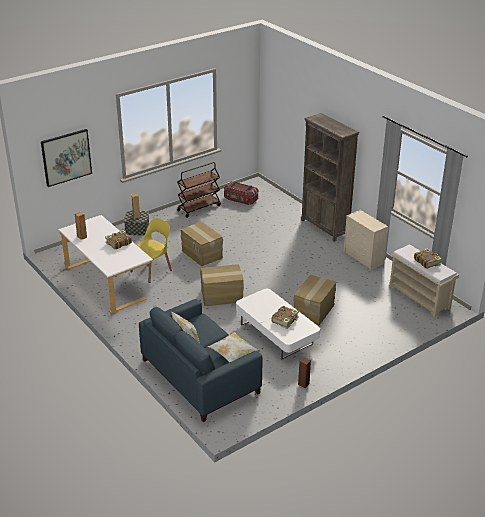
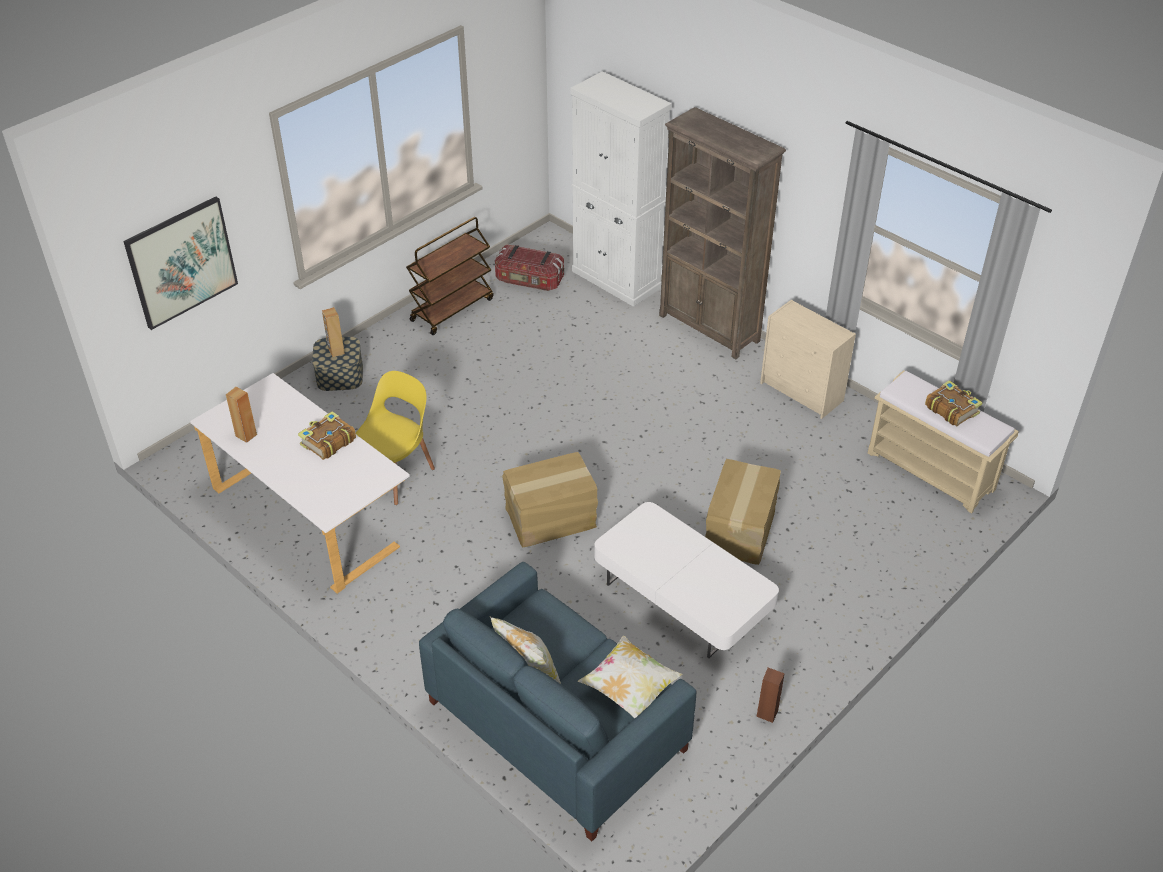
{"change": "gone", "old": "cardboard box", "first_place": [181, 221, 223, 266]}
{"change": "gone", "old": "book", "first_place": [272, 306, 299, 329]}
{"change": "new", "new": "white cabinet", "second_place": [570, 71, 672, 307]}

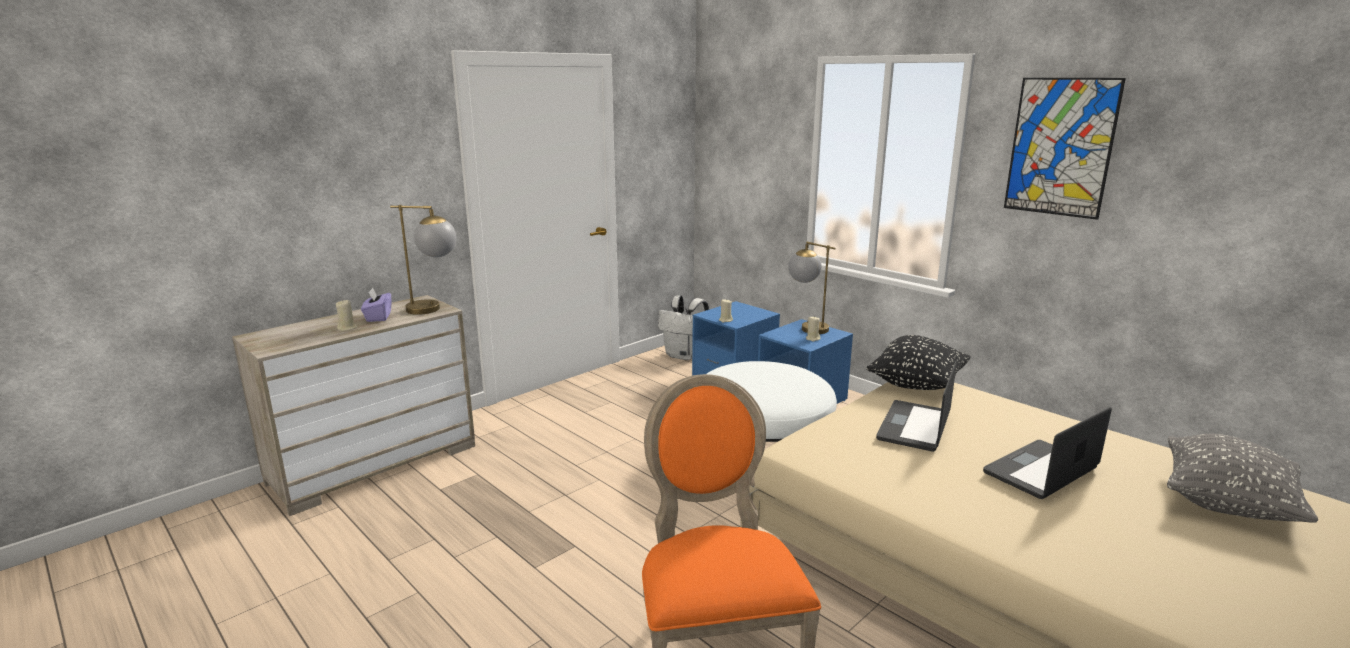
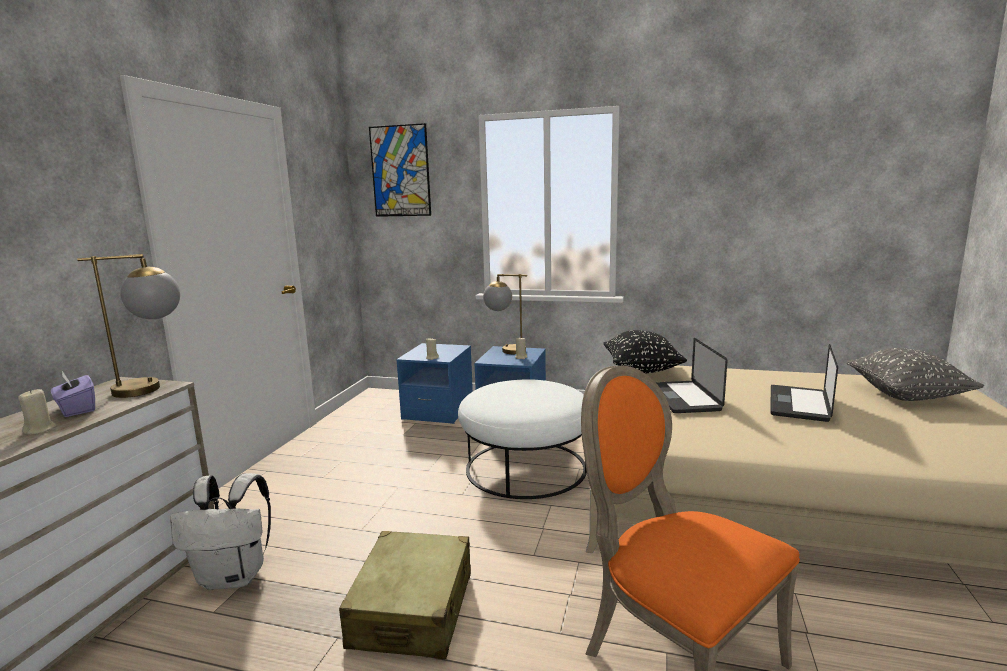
{"change": "shifted", "old": "picture", "first_place": [1004, 78, 1126, 220], "second_place": [369, 123, 431, 217]}
{"change": "shifted", "old": "white backpack", "first_place": [658, 295, 709, 360], "second_place": [170, 473, 271, 590]}
{"change": "new", "new": "beige suitcase", "second_place": [339, 531, 471, 659]}

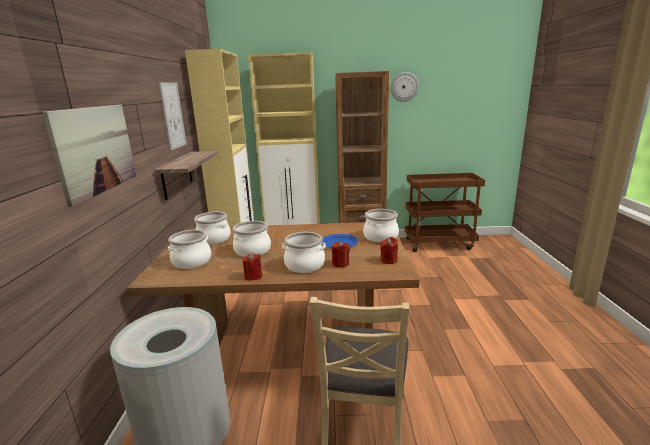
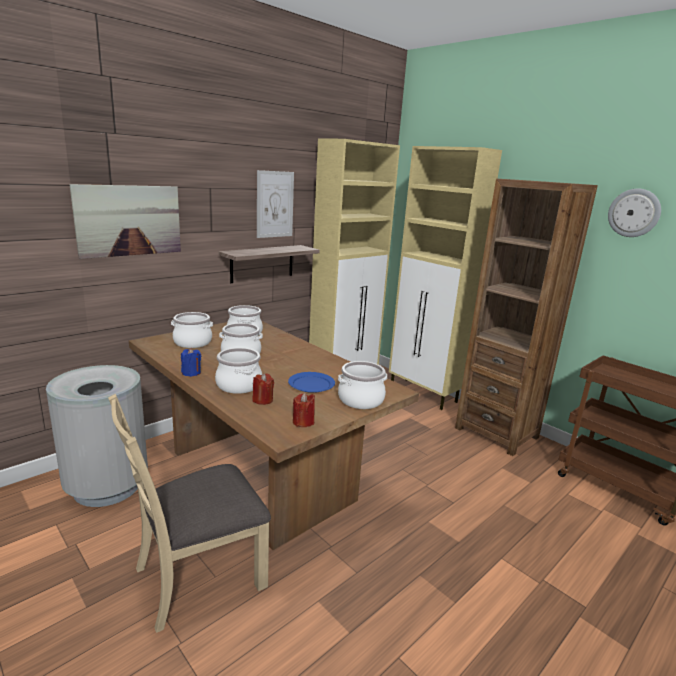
{"change": "repainted", "old": "red candle", "new": "blue candle", "first_place": [242, 252, 262, 281], "second_place": [181, 348, 201, 377]}

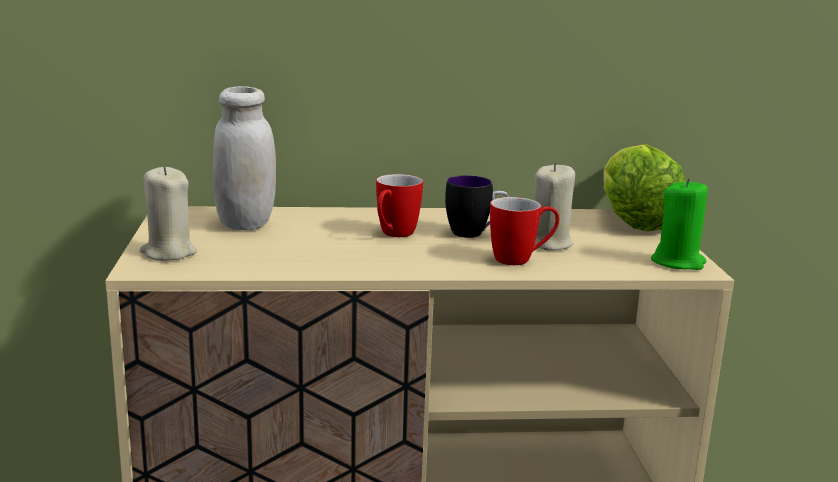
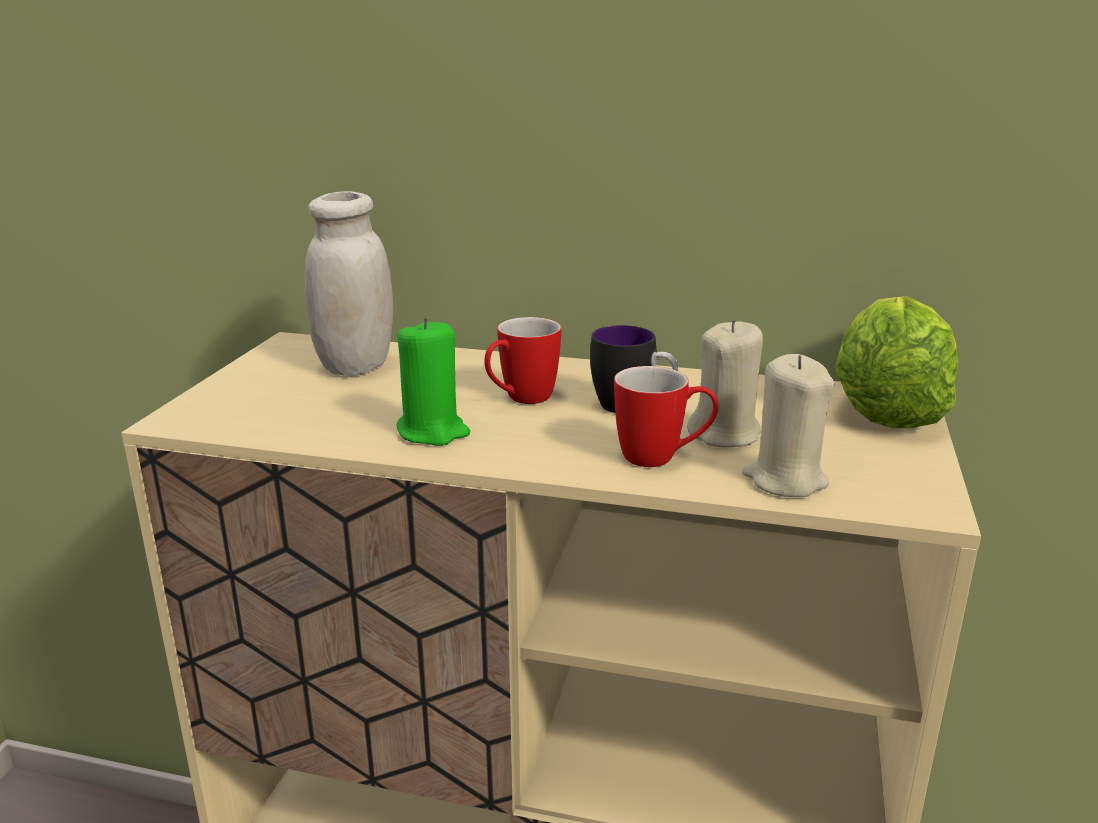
{"change": "shifted", "old": "beige candle", "first_place": [140, 166, 197, 261], "second_place": [742, 354, 834, 497]}
{"change": "shifted", "old": "green candle", "first_place": [651, 178, 708, 270], "second_place": [396, 318, 470, 446]}

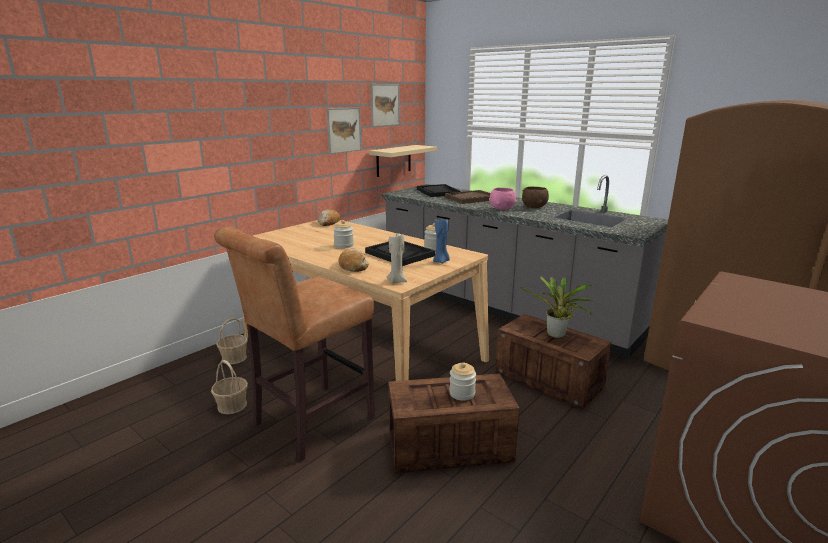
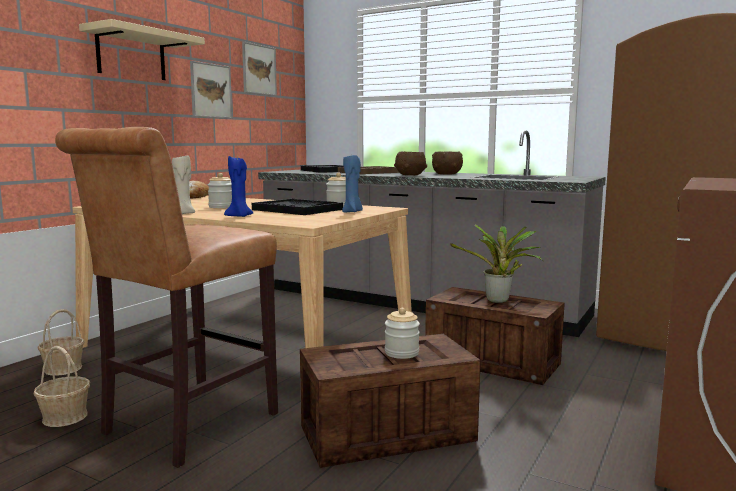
{"change": "shifted", "old": "beige shelf", "first_place": [369, 145, 437, 177], "second_place": [79, 19, 205, 80]}
{"change": "repainted", "old": "pink bowl", "new": "brown bowl", "first_place": [489, 188, 517, 210], "second_place": [394, 151, 427, 176]}
{"change": "shifted", "old": "beige candle", "first_place": [386, 233, 407, 284], "second_place": [172, 156, 195, 214]}
{"change": "swapped", "old": "bread", "new": "blue candle", "first_place": [339, 249, 369, 272], "second_place": [224, 156, 253, 217]}

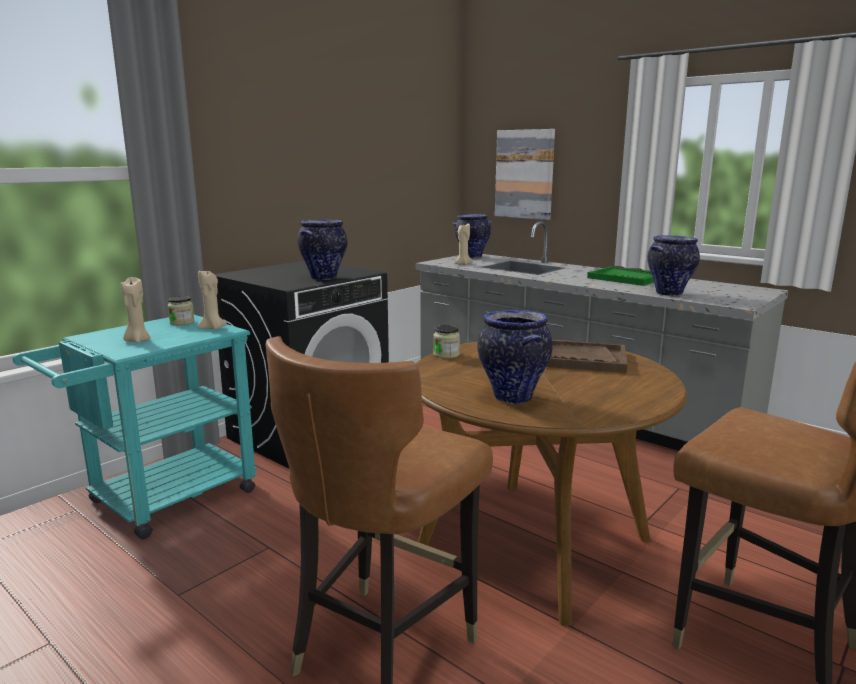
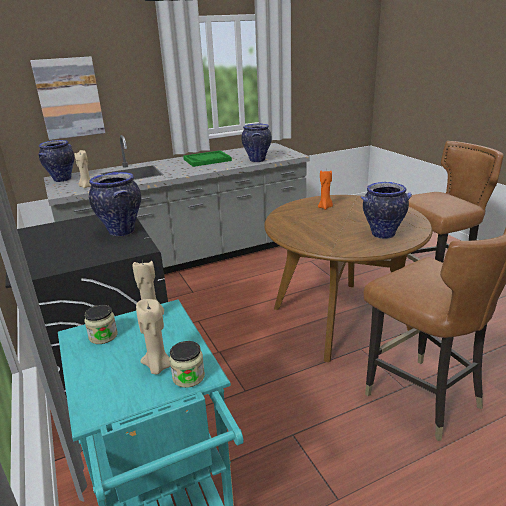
{"change": "shifted", "old": "jar", "first_place": [433, 325, 460, 358], "second_place": [169, 341, 205, 388]}
{"change": "swapped", "old": "brown tray", "new": "orange candle", "first_place": [546, 340, 627, 373], "second_place": [318, 171, 333, 210]}

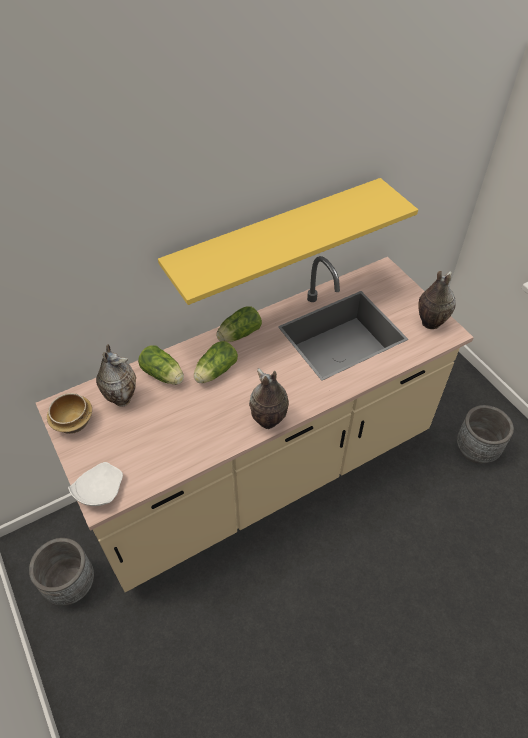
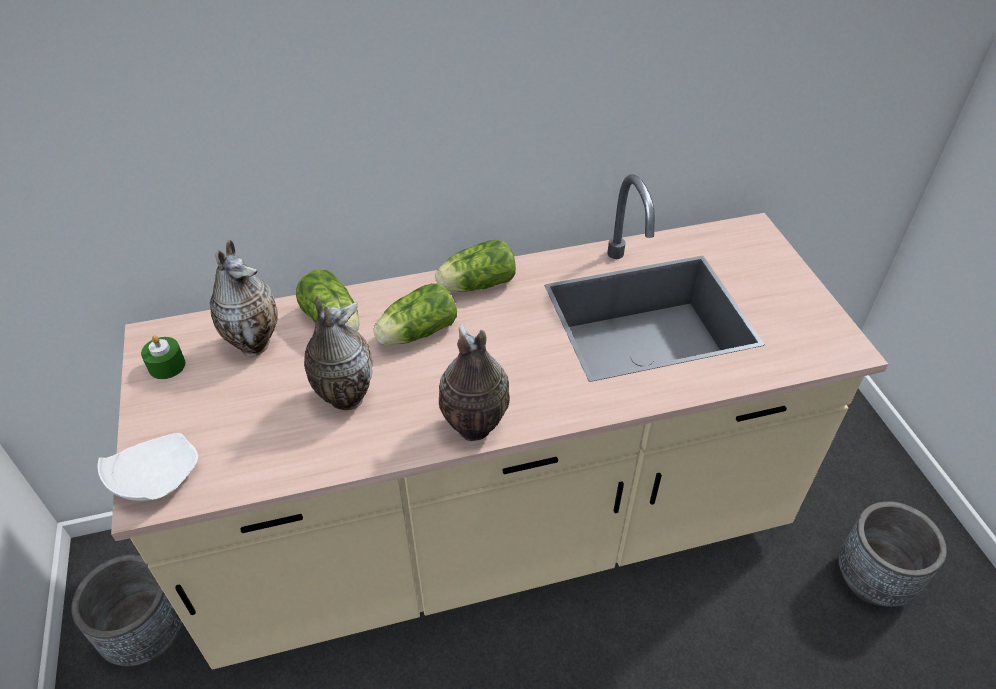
{"change": "gone", "old": "yellow shelf", "first_place": [158, 178, 418, 305]}
{"change": "shifted", "old": "vase", "first_place": [418, 271, 456, 329], "second_place": [304, 296, 372, 410]}
{"change": "swapped", "old": "bowl", "new": "green candle", "first_place": [47, 393, 92, 434], "second_place": [141, 335, 185, 379]}

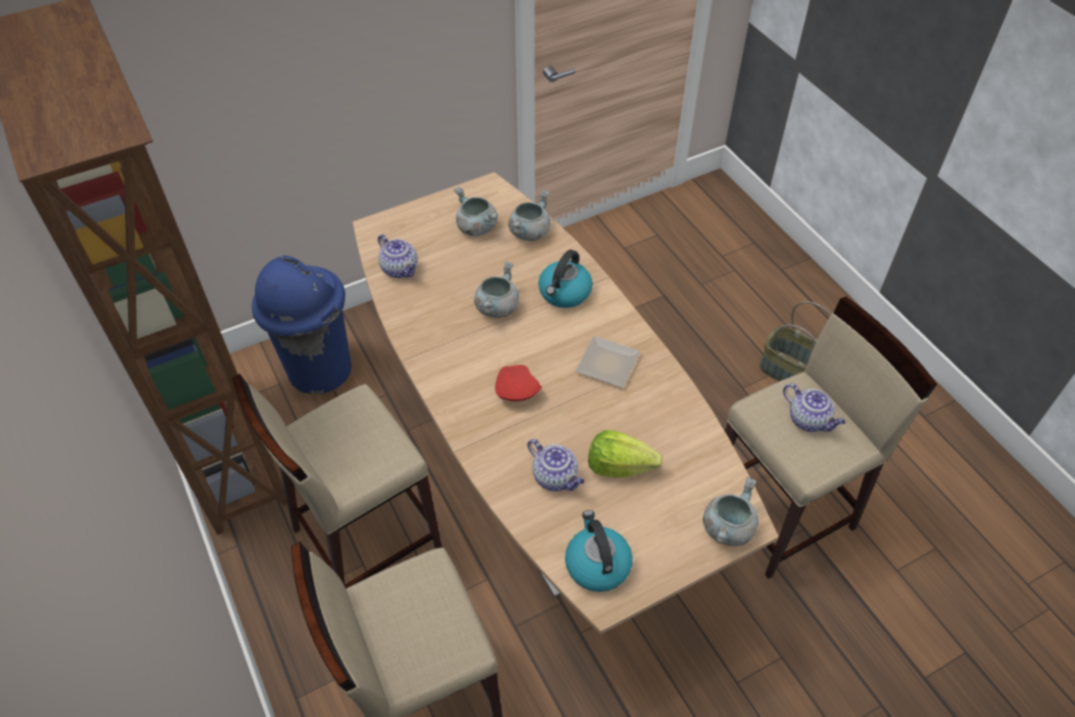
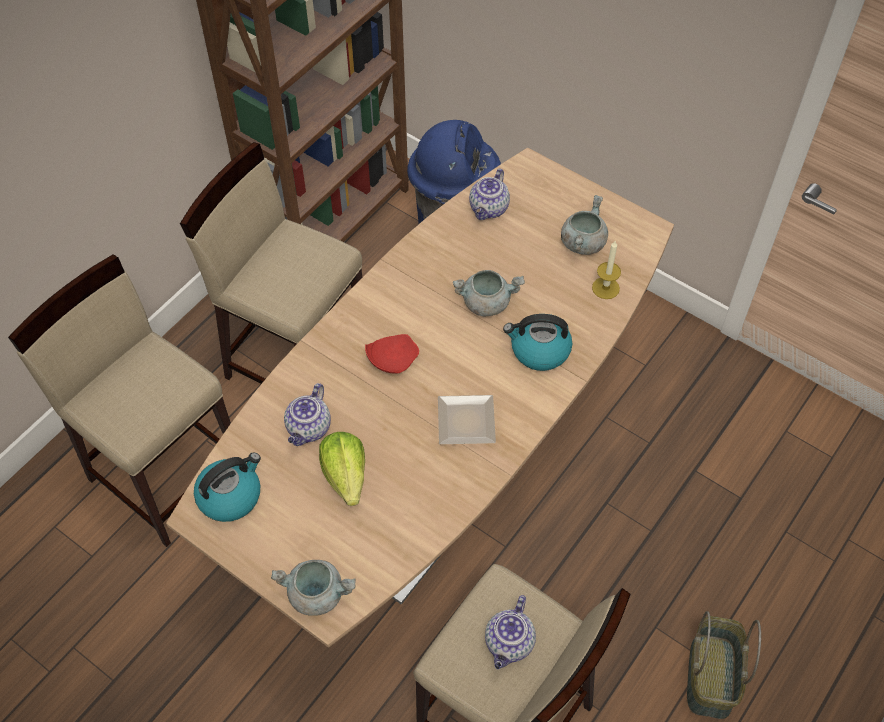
{"change": "swapped", "old": "grey cooking pot", "new": "candle", "first_place": [508, 190, 551, 241], "second_place": [592, 241, 621, 299]}

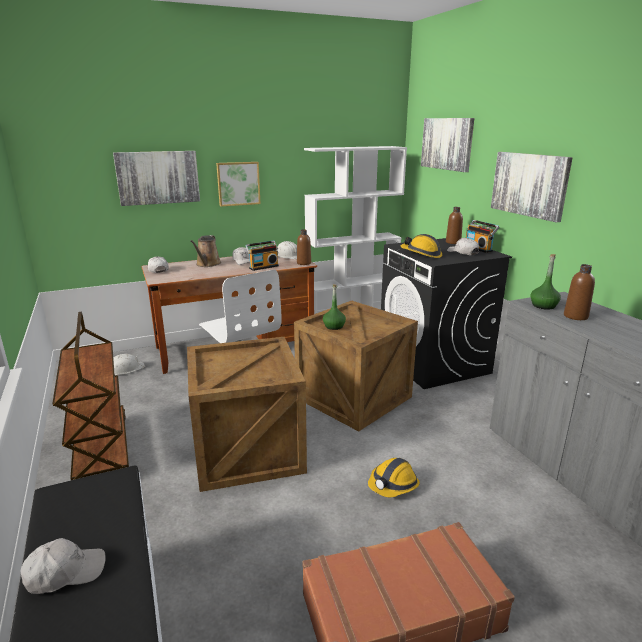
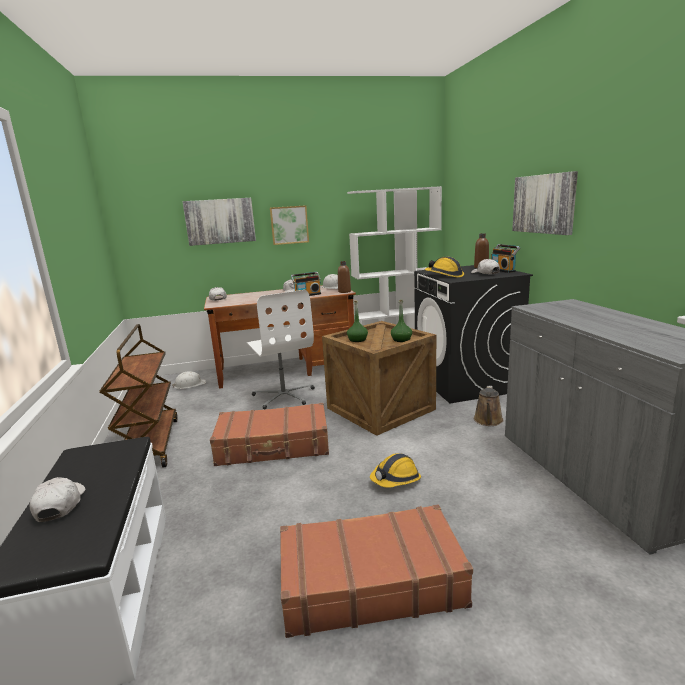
{"change": "gone", "old": "picture", "first_place": [421, 118, 474, 172]}
{"change": "shifted", "old": "brown watering can", "first_place": [190, 235, 221, 267], "second_place": [474, 386, 504, 426]}
{"change": "shifted", "old": "green bottle", "first_place": [530, 254, 561, 310], "second_place": [391, 300, 412, 342]}
{"change": "gone", "old": "brown bottle", "first_place": [564, 264, 595, 320]}
{"change": "swapped", "old": "crate", "new": "brown suitcase", "first_place": [187, 337, 307, 492], "second_place": [210, 403, 329, 466]}
{"change": "rotated", "old": "white cap", "first_place": [21, 538, 106, 594], "second_place": [29, 477, 85, 522], "degrees": -90}

